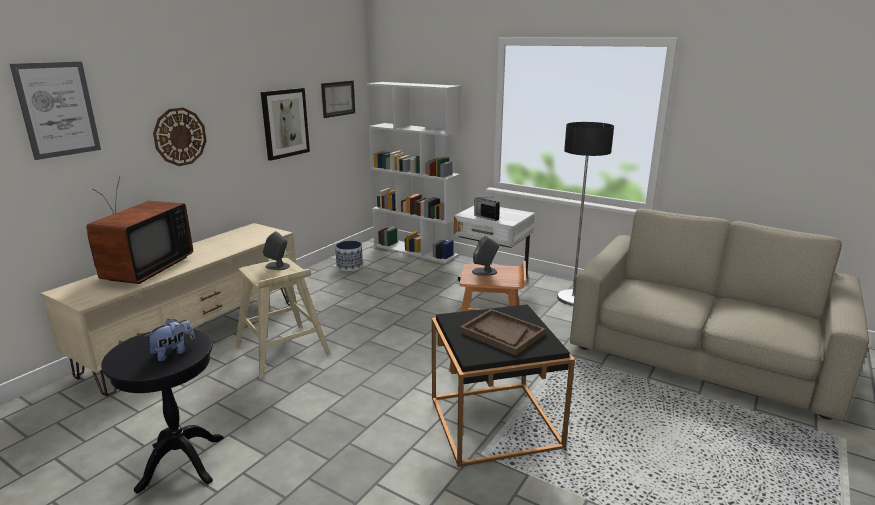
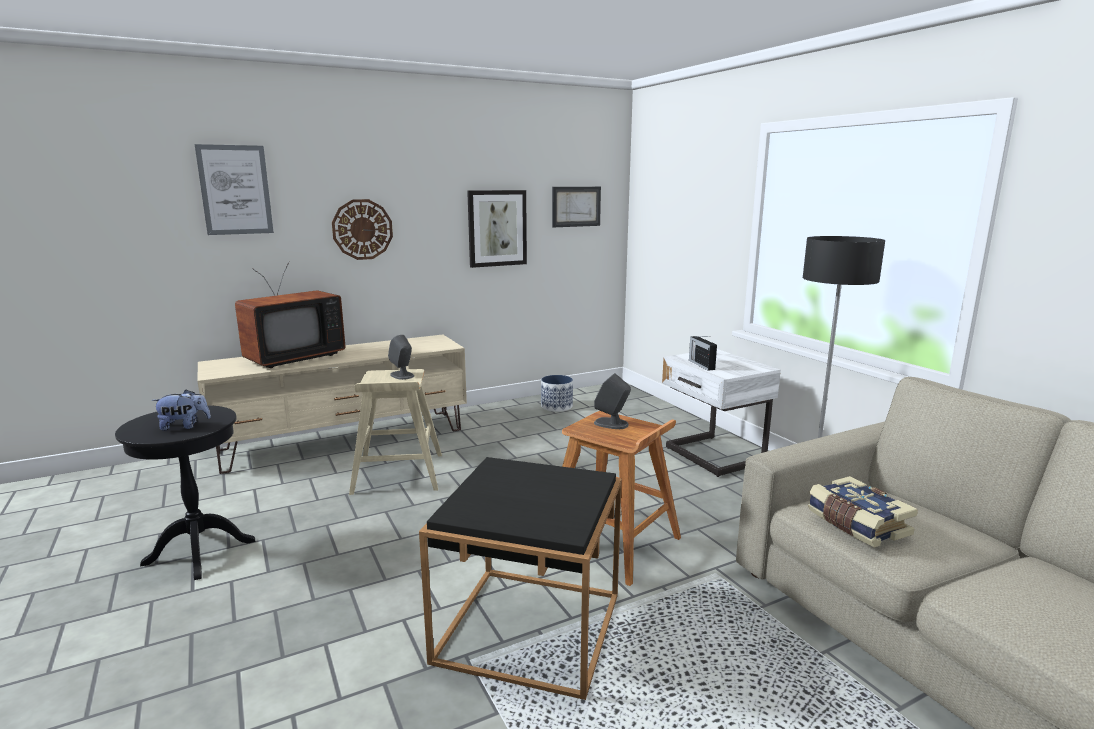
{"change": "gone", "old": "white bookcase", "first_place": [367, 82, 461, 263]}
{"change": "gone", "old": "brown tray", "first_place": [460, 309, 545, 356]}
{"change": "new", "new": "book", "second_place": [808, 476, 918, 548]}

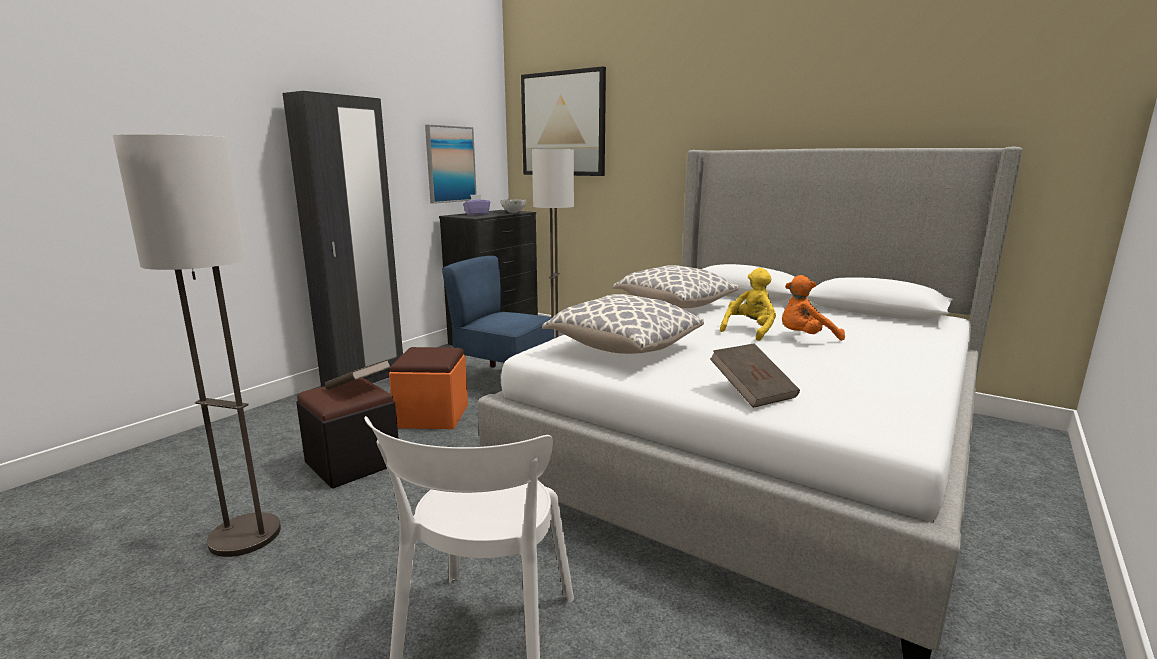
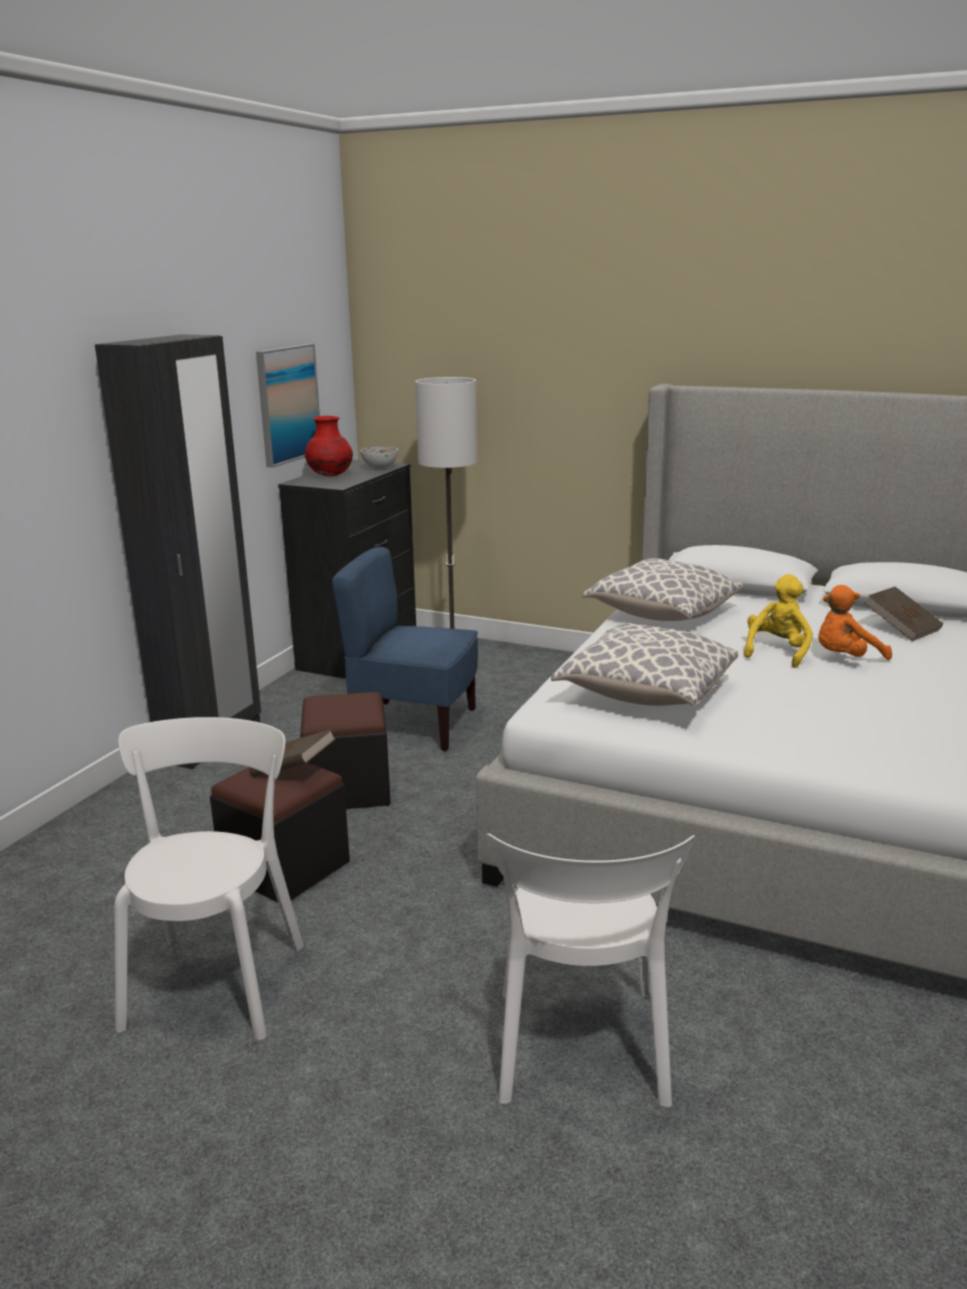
{"change": "gone", "old": "picture", "first_place": [521, 66, 606, 176]}
{"change": "swapped", "old": "floor lamp", "new": "white chair", "first_place": [113, 134, 281, 557], "second_place": [114, 717, 304, 1040]}
{"change": "swapped", "old": "purple tissue box", "new": "red vase", "first_place": [463, 194, 490, 215], "second_place": [305, 416, 353, 477]}
{"change": "shifted", "old": "brown book", "first_place": [710, 344, 800, 408], "second_place": [864, 587, 943, 641]}
{"change": "repainted", "old": "orange ottoman", "new": "black ottoman", "first_place": [389, 347, 468, 429], "second_place": [300, 692, 391, 809]}

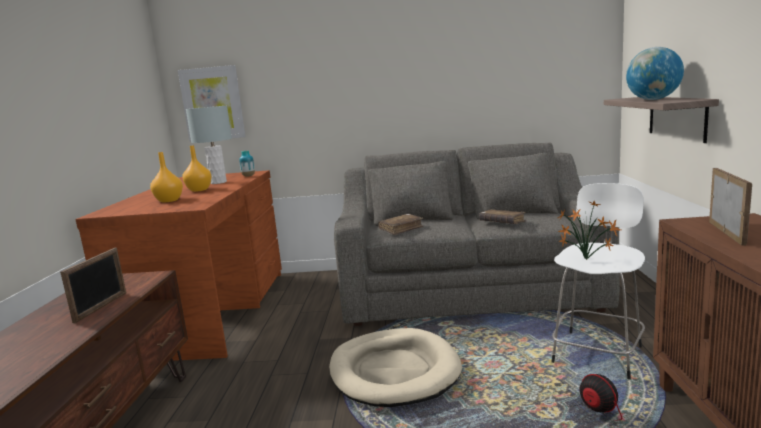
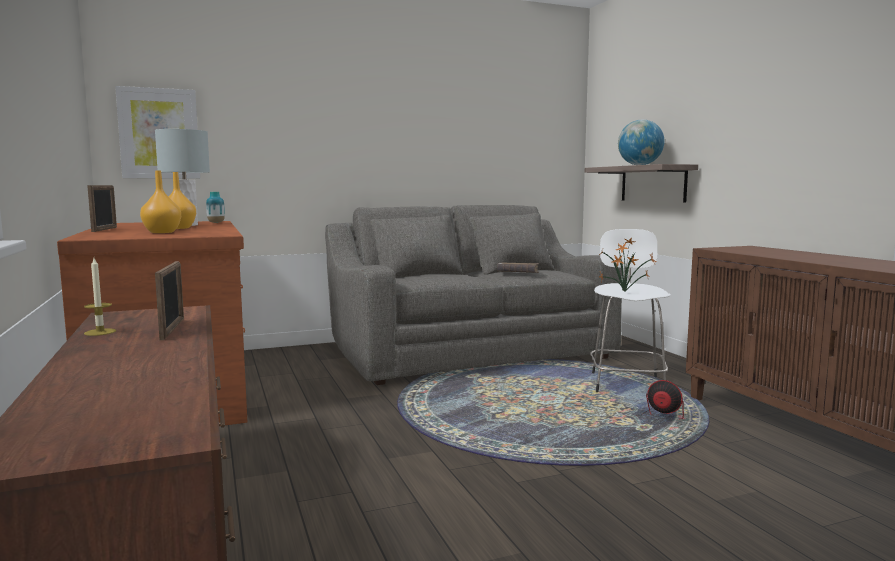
{"change": "shifted", "old": "picture frame", "first_place": [709, 168, 752, 246], "second_place": [87, 185, 117, 232]}
{"change": "gone", "old": "brown book", "first_place": [378, 214, 423, 235]}
{"change": "gone", "old": "beige dog bed", "first_place": [329, 328, 462, 407]}
{"change": "new", "new": "candle", "second_place": [84, 258, 116, 336]}

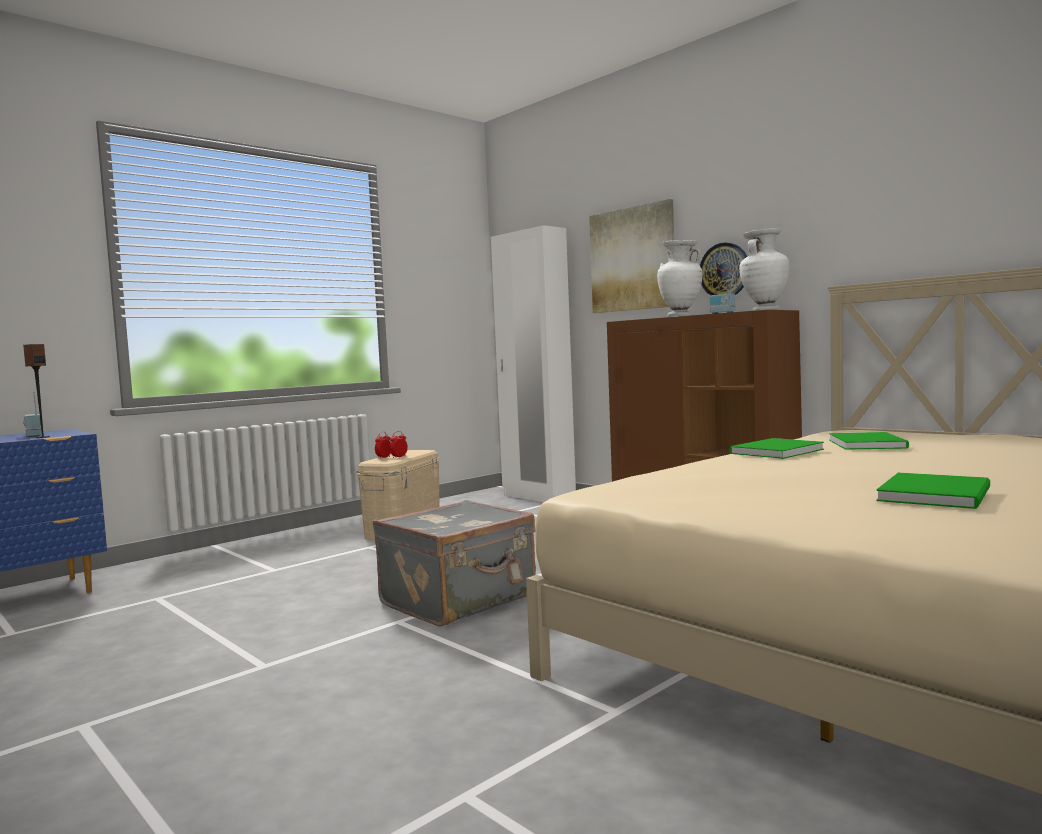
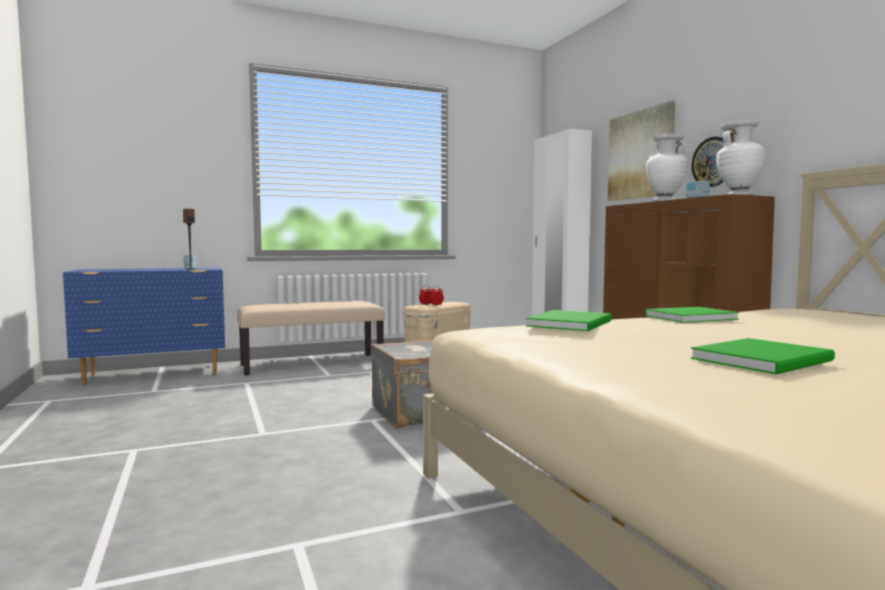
{"change": "shifted", "old": "green book", "first_place": [829, 432, 909, 450], "second_place": [526, 310, 612, 331]}
{"change": "new", "new": "beige bench", "second_place": [237, 301, 385, 376]}

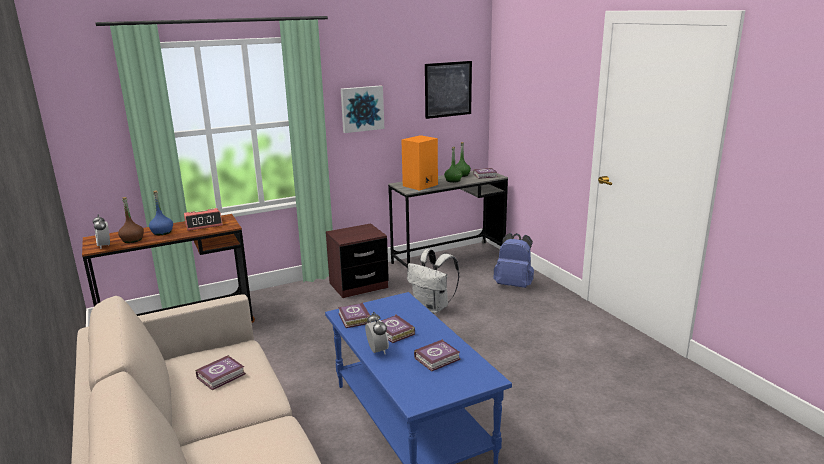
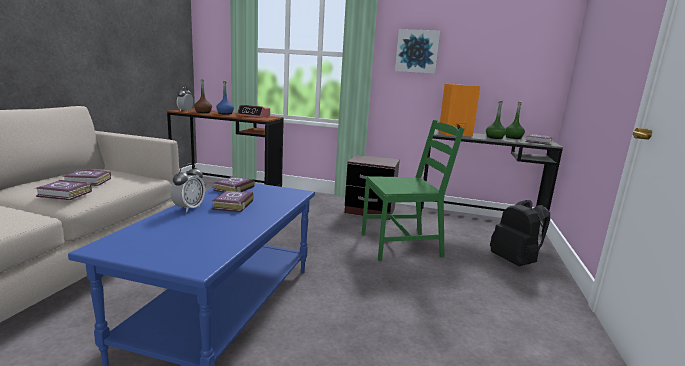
{"change": "gone", "old": "picture", "first_place": [425, 61, 472, 119]}
{"change": "repainted", "old": "blue backpack", "new": "black backpack", "first_place": [493, 233, 534, 288], "second_place": [490, 200, 550, 266]}
{"change": "swapped", "old": "white backpack", "new": "green chair", "first_place": [407, 249, 459, 313], "second_place": [362, 120, 465, 261]}
{"change": "shifted", "old": "book", "first_place": [414, 339, 460, 372], "second_place": [35, 180, 92, 200]}

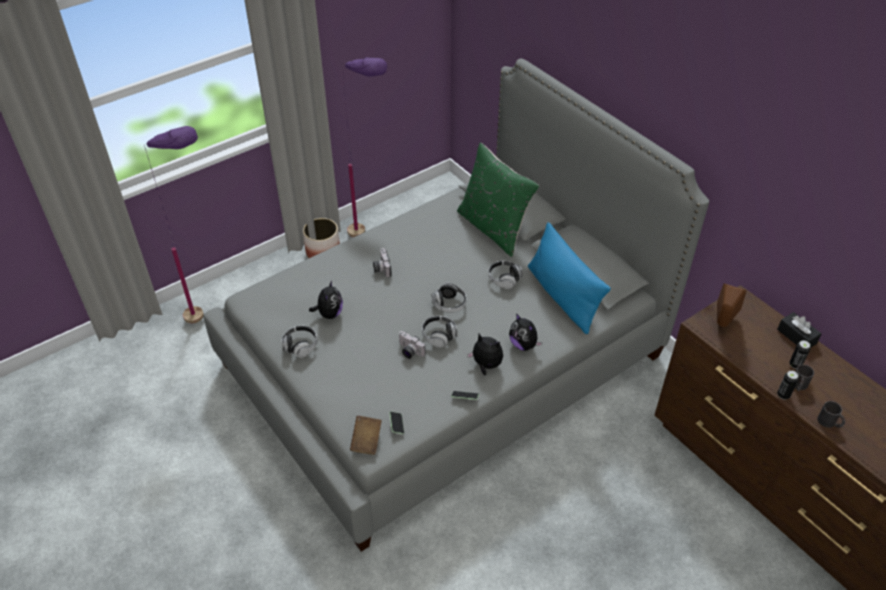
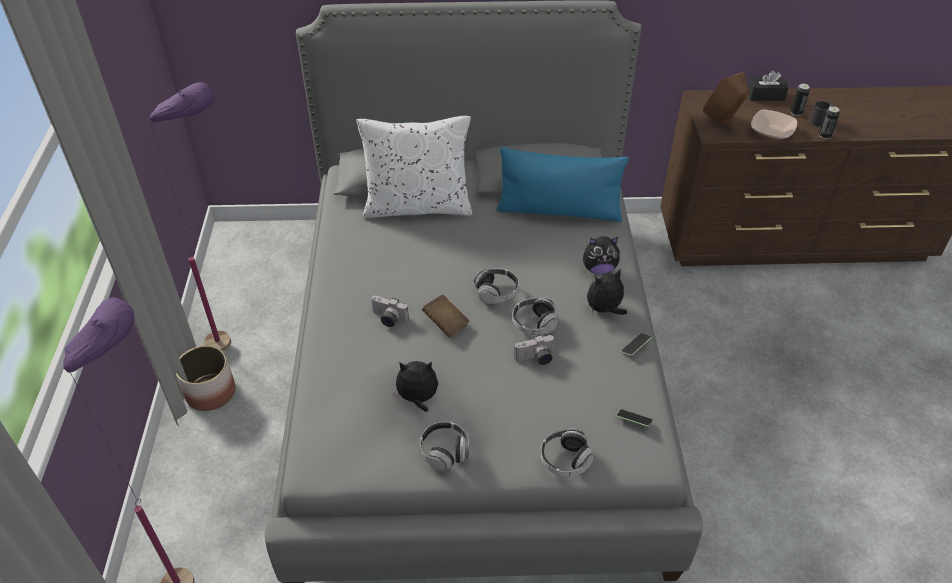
{"change": "repainted", "old": "green pillow", "new": "white pillow", "first_place": [457, 143, 539, 257], "second_place": [357, 116, 472, 218]}
{"change": "shifted", "old": "headphones", "first_place": [488, 261, 523, 289], "second_place": [540, 428, 595, 476]}
{"change": "rotated", "old": "plush toy", "first_place": [309, 280, 343, 319], "second_place": [392, 361, 438, 412], "degrees": -45}
{"change": "gone", "old": "black mug", "first_place": [817, 401, 845, 428]}
{"change": "shifted", "old": "brown book", "first_place": [350, 416, 382, 455], "second_place": [422, 294, 470, 338]}
{"change": "new", "new": "bowl", "second_place": [751, 110, 797, 140]}

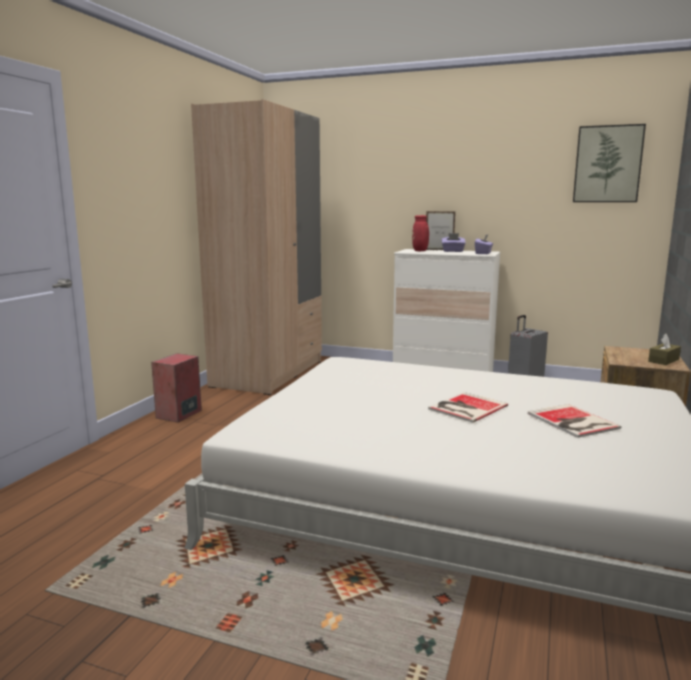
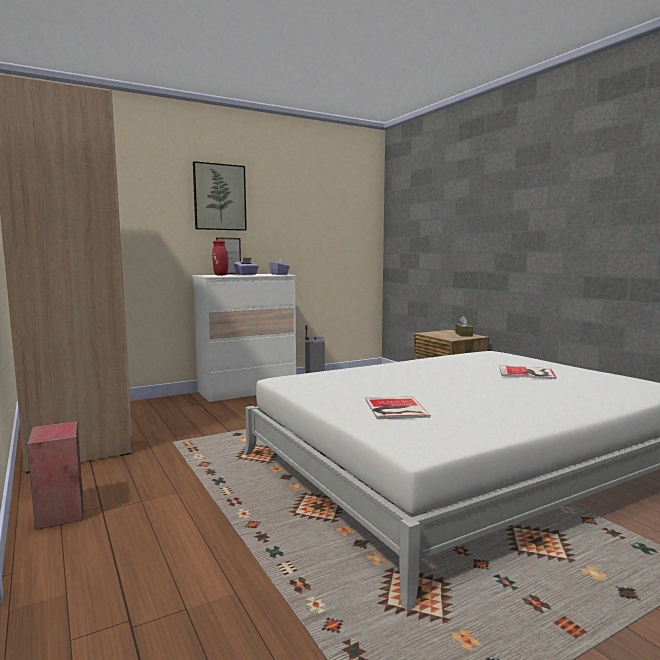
{"change": "shifted", "old": "picture", "first_place": [573, 124, 646, 202], "second_place": [193, 161, 247, 231]}
{"change": "shifted", "old": "book", "first_place": [428, 392, 508, 423], "second_place": [366, 396, 431, 419]}

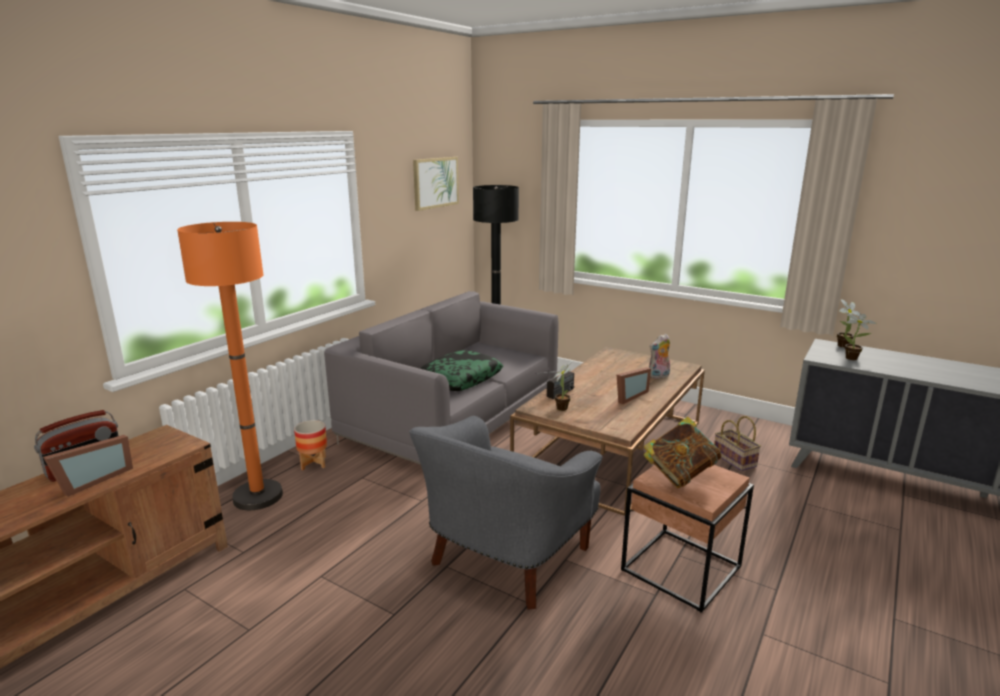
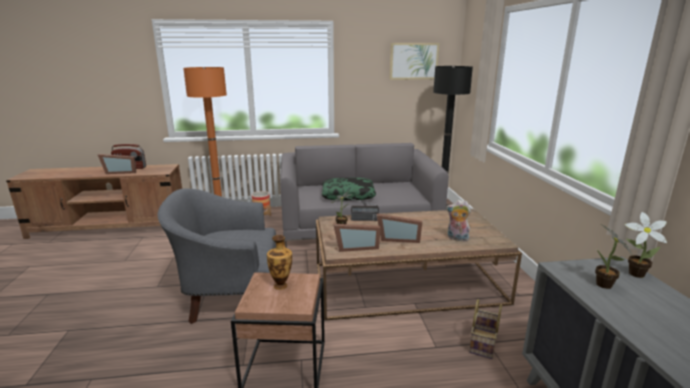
{"change": "swapped", "old": "book", "new": "vase", "first_place": [644, 417, 721, 488], "second_place": [267, 235, 292, 290]}
{"change": "new", "new": "picture frame", "second_place": [333, 224, 381, 252]}

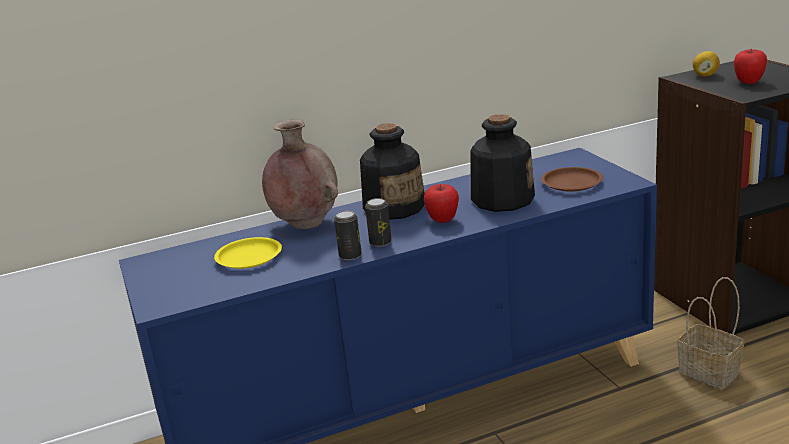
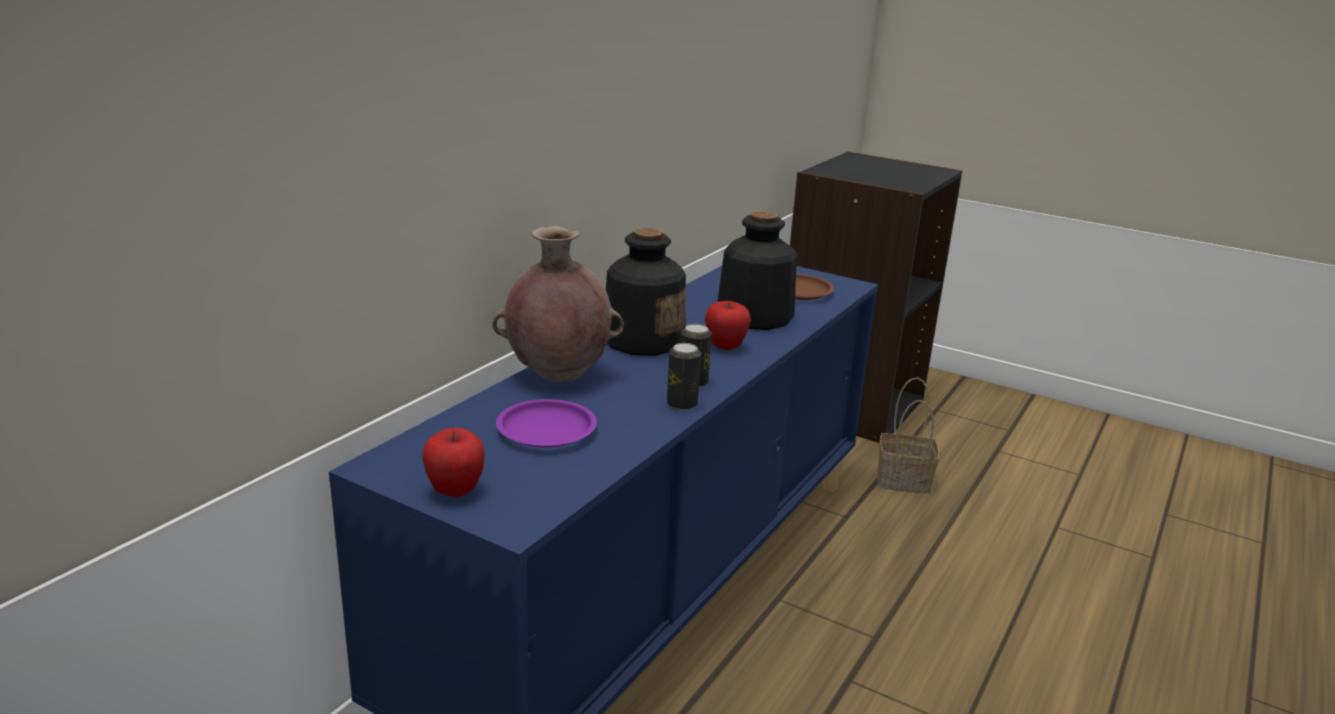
{"change": "shifted", "old": "apple", "first_place": [734, 48, 767, 84], "second_place": [422, 428, 485, 497]}
{"change": "gone", "old": "lemon", "first_place": [692, 51, 720, 77]}
{"change": "repainted", "old": "yellow plate", "new": "purple plate", "first_place": [214, 237, 282, 269], "second_place": [496, 399, 597, 448]}

